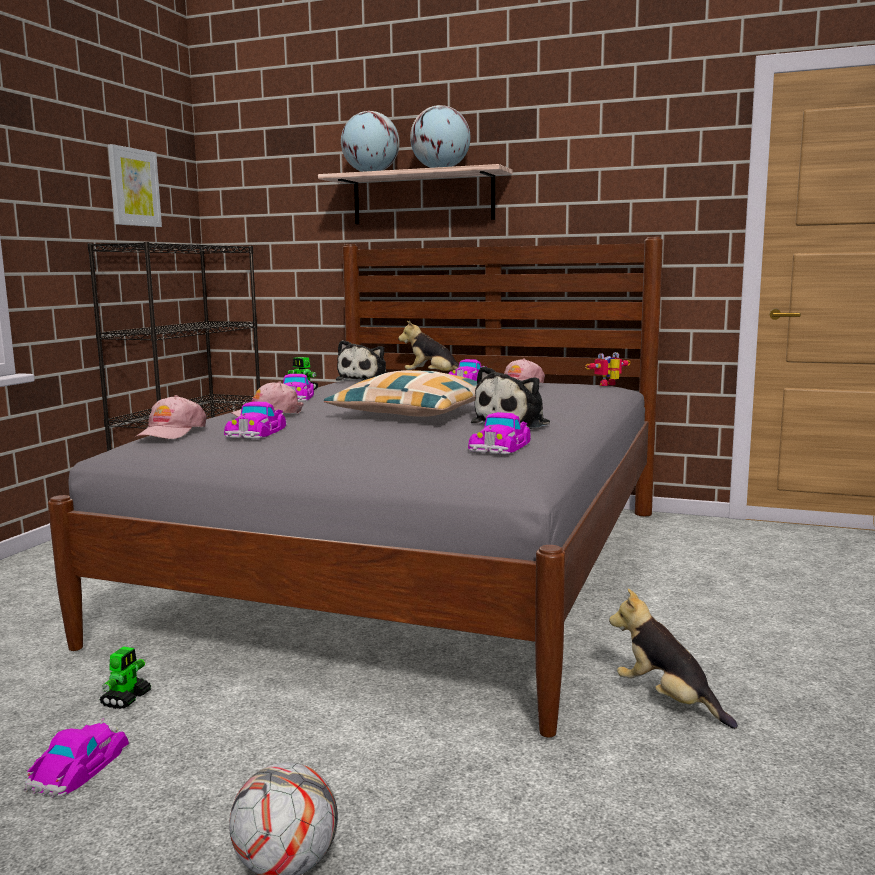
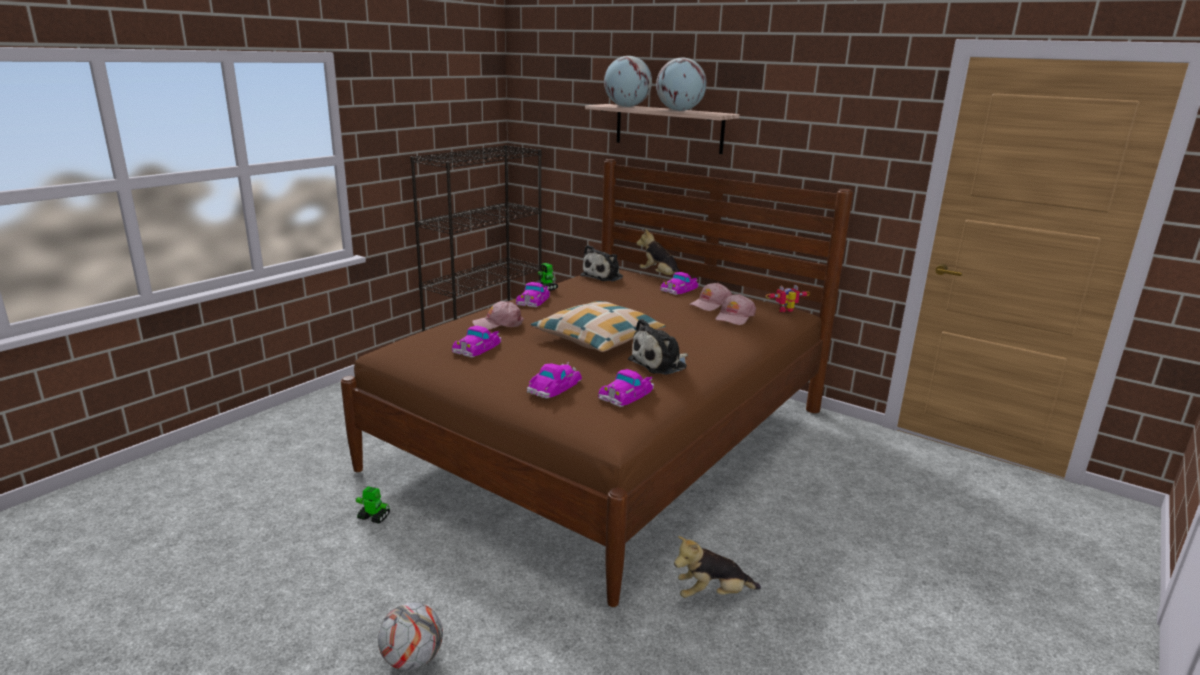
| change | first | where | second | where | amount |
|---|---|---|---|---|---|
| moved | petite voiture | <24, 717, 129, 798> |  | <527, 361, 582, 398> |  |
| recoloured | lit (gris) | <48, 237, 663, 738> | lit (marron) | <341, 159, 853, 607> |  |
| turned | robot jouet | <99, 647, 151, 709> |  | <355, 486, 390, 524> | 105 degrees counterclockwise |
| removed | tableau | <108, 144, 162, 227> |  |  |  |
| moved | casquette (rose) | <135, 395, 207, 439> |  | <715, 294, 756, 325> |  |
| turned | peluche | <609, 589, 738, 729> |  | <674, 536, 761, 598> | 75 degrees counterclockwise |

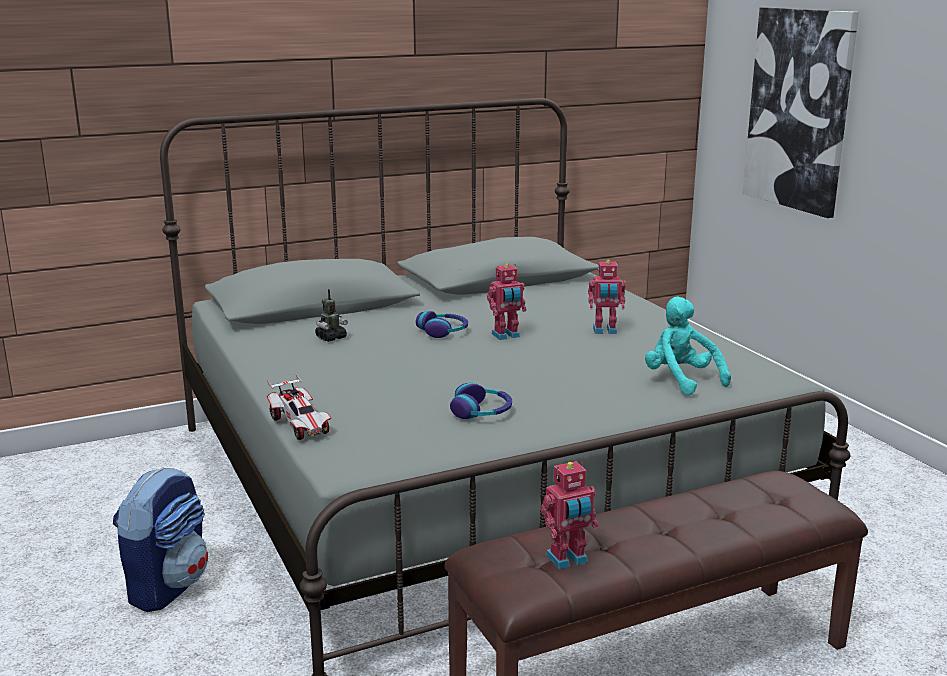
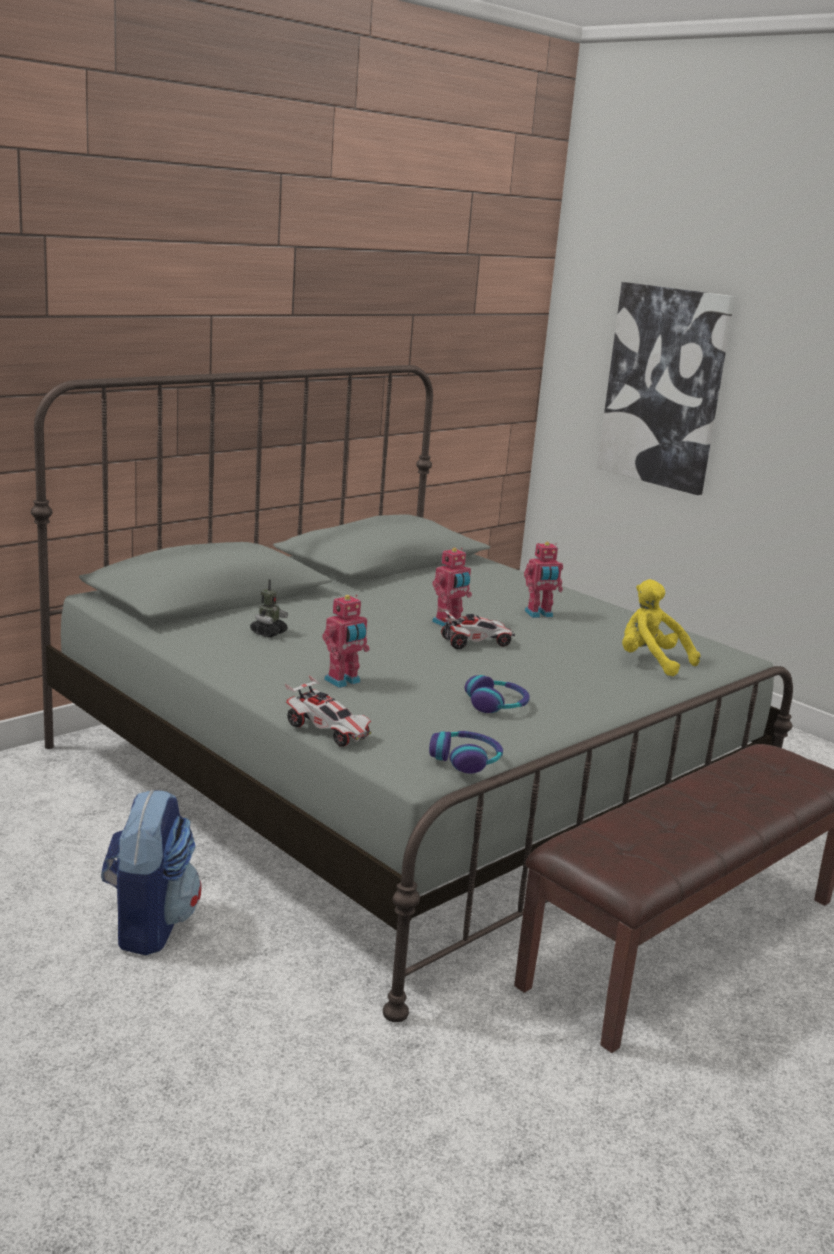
| change | first | where | second | where | amount |
|---|---|---|---|---|---|
| moved | casque audio | <416, 311, 468, 338> |  | <429, 731, 503, 774> |  |
| moved | robot jouet | <541, 461, 598, 570> |  | <322, 595, 370, 688> |  |
| recoloured | peluche (turquoise) | <645, 297, 731, 395> | peluche (jaune) | <622, 579, 700, 676> |  |
| added |  |  | petite voiture | <438, 608, 515, 649> |  |

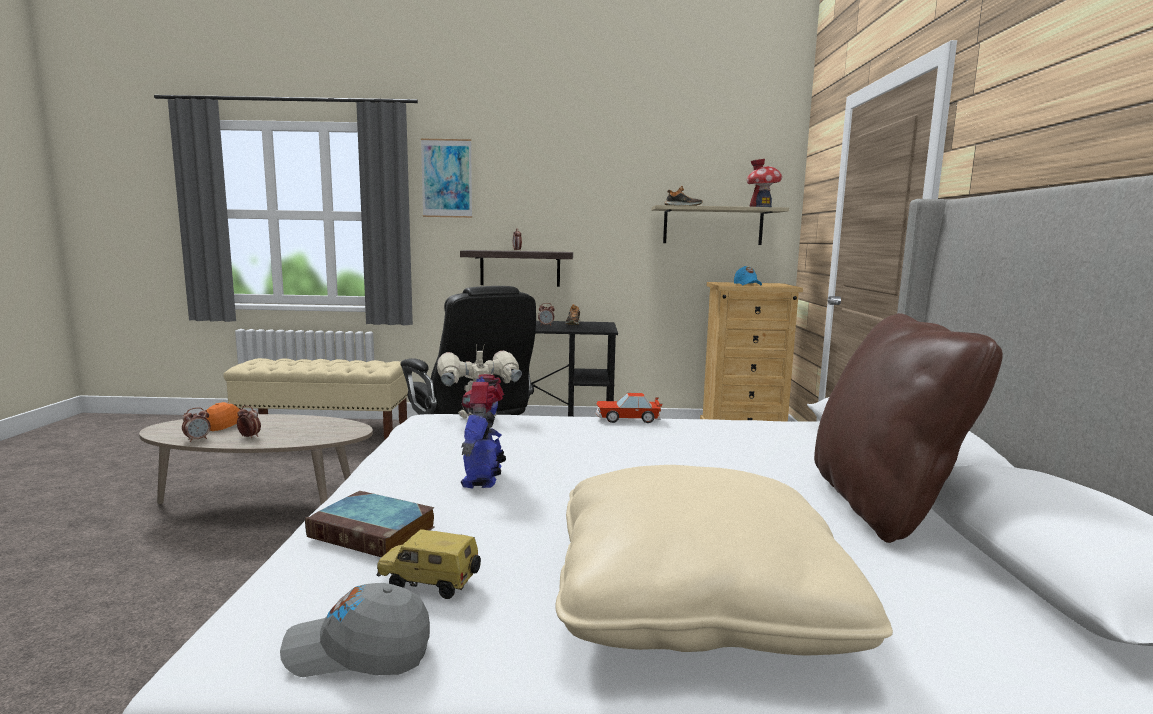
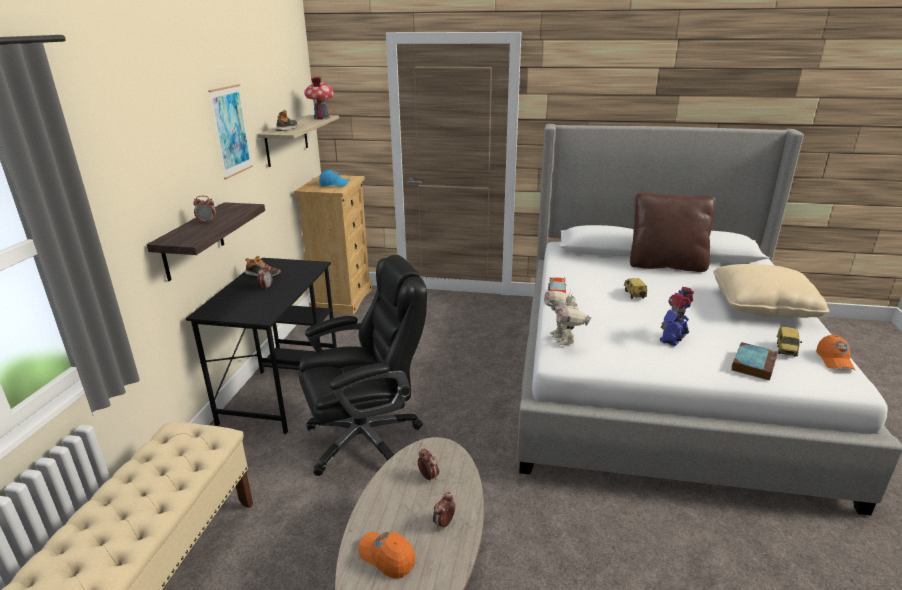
| change | first | where | second | where | amount |
|---|---|---|---|---|---|
| moved | réveil | <182, 407, 211, 442> |  | <418, 448, 439, 482> |  |
| recoloured | casquette (gris) | <280, 583, 430, 677> | casquette (orange) | <816, 335, 855, 370> |  |
| moved | tableau | <421, 139, 472, 218> |  | <208, 84, 253, 179> |  |
| turned | robot jouet | <461, 374, 506, 489> |  | <660, 287, 694, 346> | 120 degrees clockwise |
| added |  |  | petite voiture | <624, 278, 647, 299> |  |

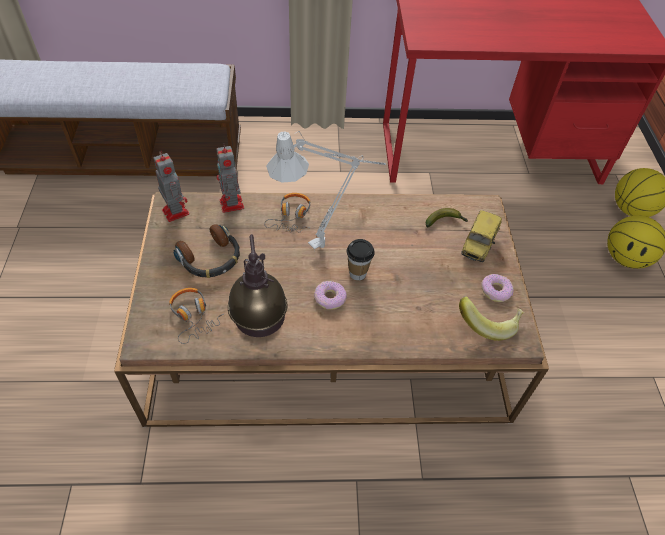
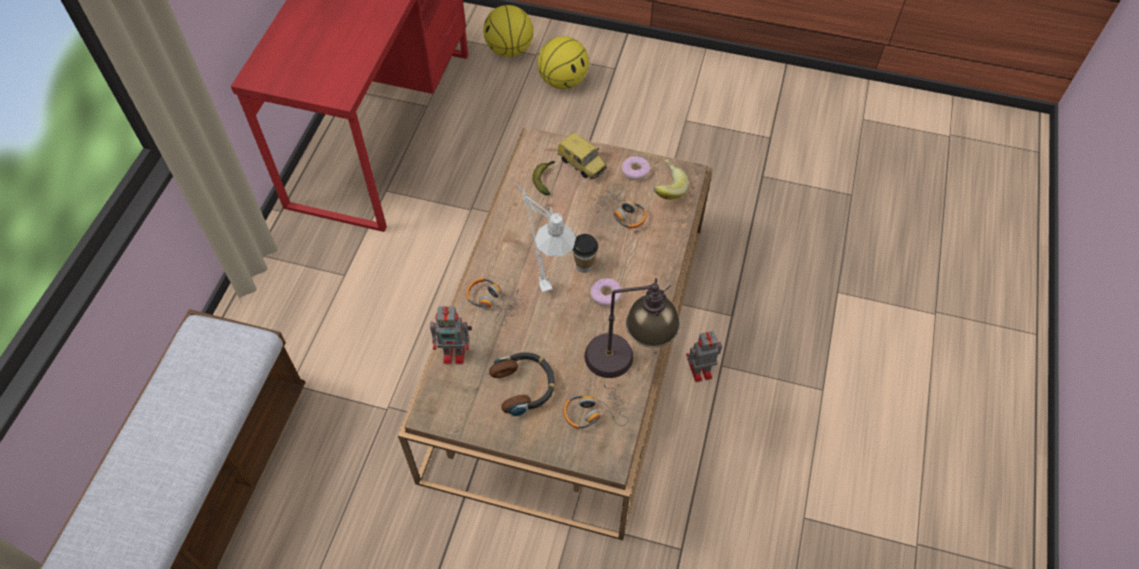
| change | first | where | second | where | amount |
|---|---|---|---|---|---|
| moved | robot jouet | <154, 151, 189, 222> |  | <686, 331, 722, 382> |  |
| added |  |  | casque audio | <595, 184, 647, 229> |  |

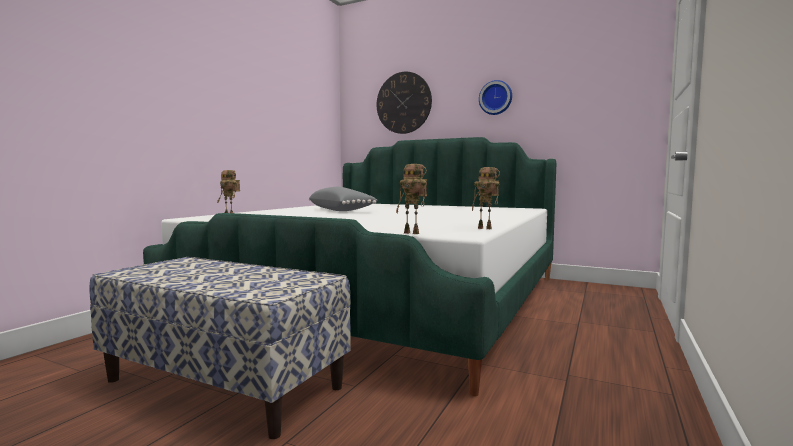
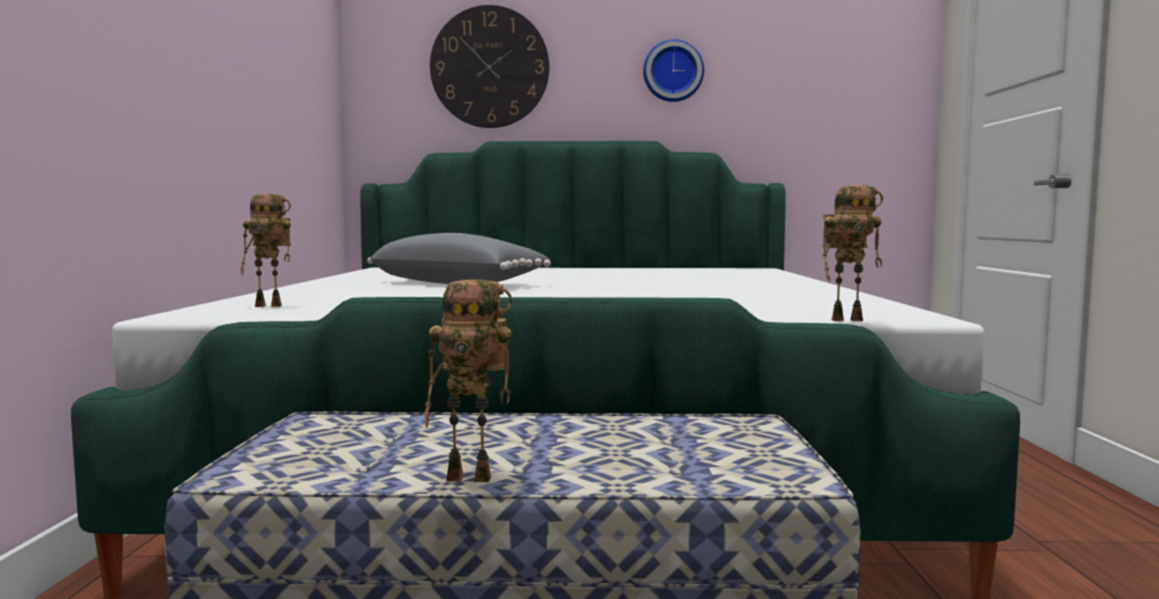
| change | first | where | second | where | amount |
|---|---|---|---|---|---|
| moved | robot jouet | <472, 167, 500, 229> |  | <424, 279, 513, 482> |  |

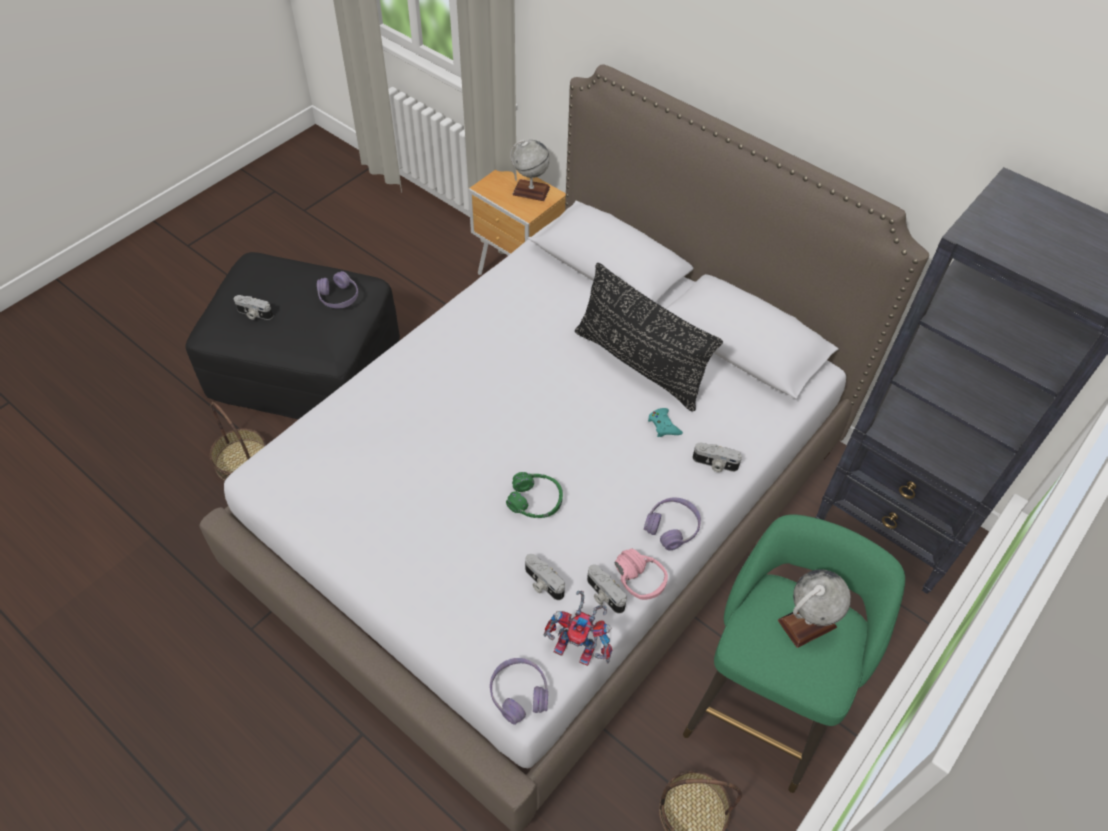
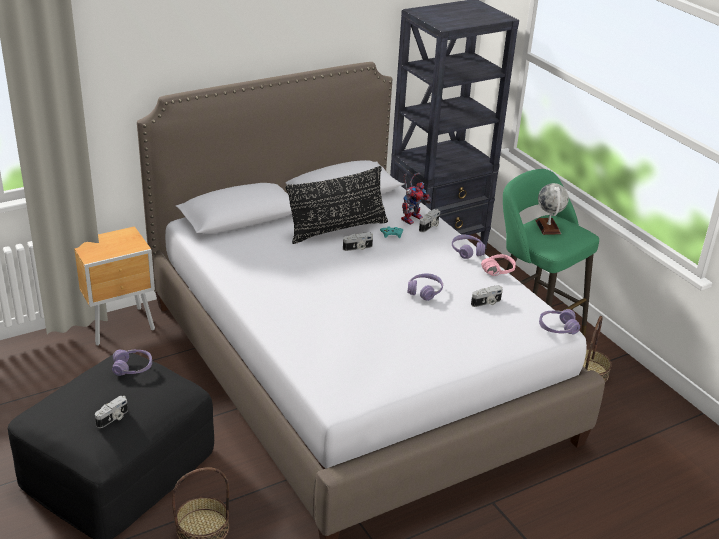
| change | first | where | second | where | amount |
|---|---|---|---|---|---|
| recoloured | casque audio (vert) | <506, 472, 563, 518> | casque audio (violet) | <407, 274, 443, 301> |  |
| removed | globe | <510, 140, 550, 201> |  |  |  |
| moved | robot jouet | <544, 591, 612, 666> |  | <401, 173, 431, 225> |  |
| moved | appareil photo | <587, 565, 627, 614> |  | <343, 232, 373, 251> |  |

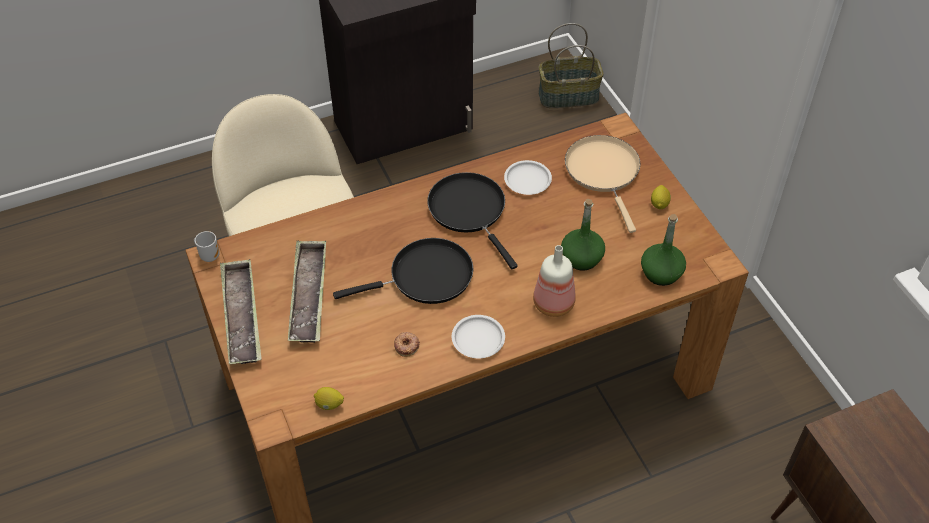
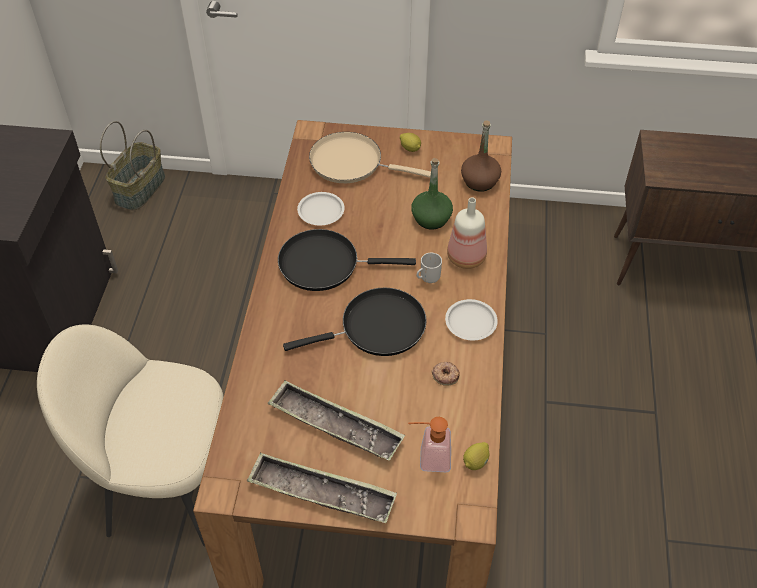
| change | first | where | second | where | amount |
|---|---|---|---|---|---|
| moved | mug | <194, 231, 220, 262> |  | <417, 253, 442, 283> |  |
| turned | poêle (noir) | <333, 238, 474, 304> |  | <283, 288, 427, 356> | 60 degrees clockwise |
| recoloured | bouteille (vert) | <641, 214, 686, 286> | bouteille (marron) | <461, 120, 501, 192> |  |
| added |  |  | distributeur de savon | <408, 417, 451, 472> |  |

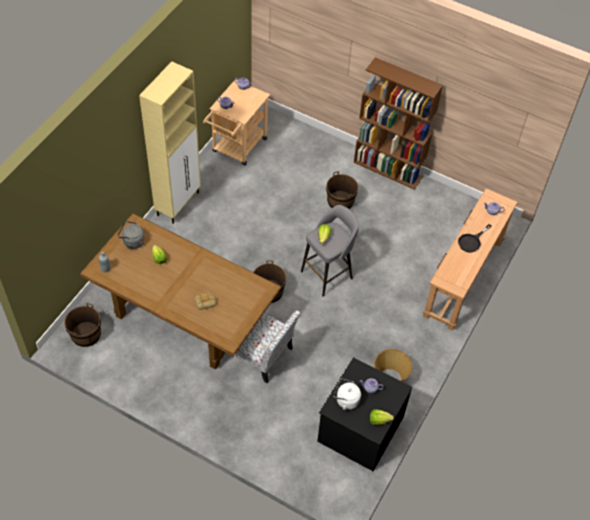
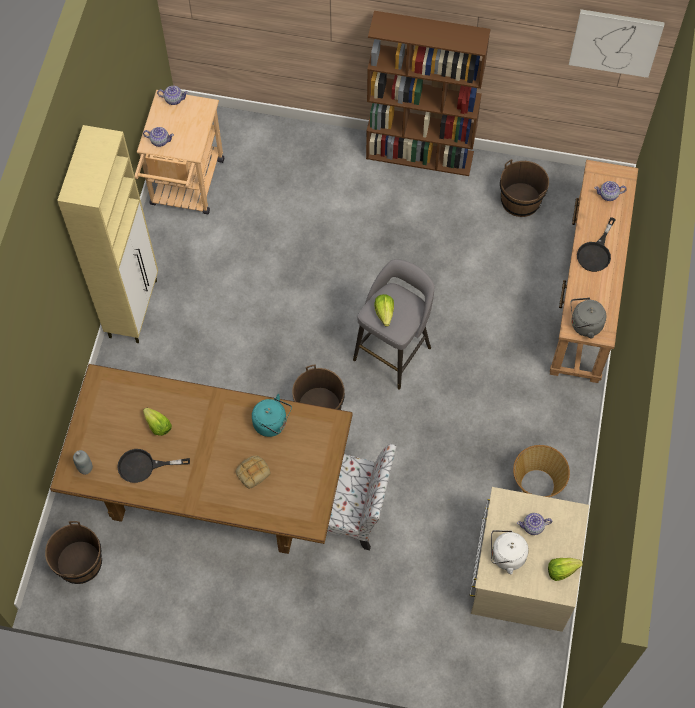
| change | first | where | second | where | amount |
|---|---|---|---|---|---|
| moved | bouilloire (gris) | <118, 221, 145, 249> |  | <571, 297, 606, 338> |  |
| recoloured | commode (noir) | <317, 357, 412, 471> | commode (beige) | <469, 487, 589, 632> |  |
| moved | seau (marron) | <326, 171, 358, 209> |  | <500, 159, 549, 217> |  |
| added |  |  | poêle (noir) | <117, 449, 190, 483> |  |
| added |  |  | bouilloire (turquoise) | <252, 394, 292, 437> |  |
| added |  |  | tableau | <569, 9, 665, 78> |  |

